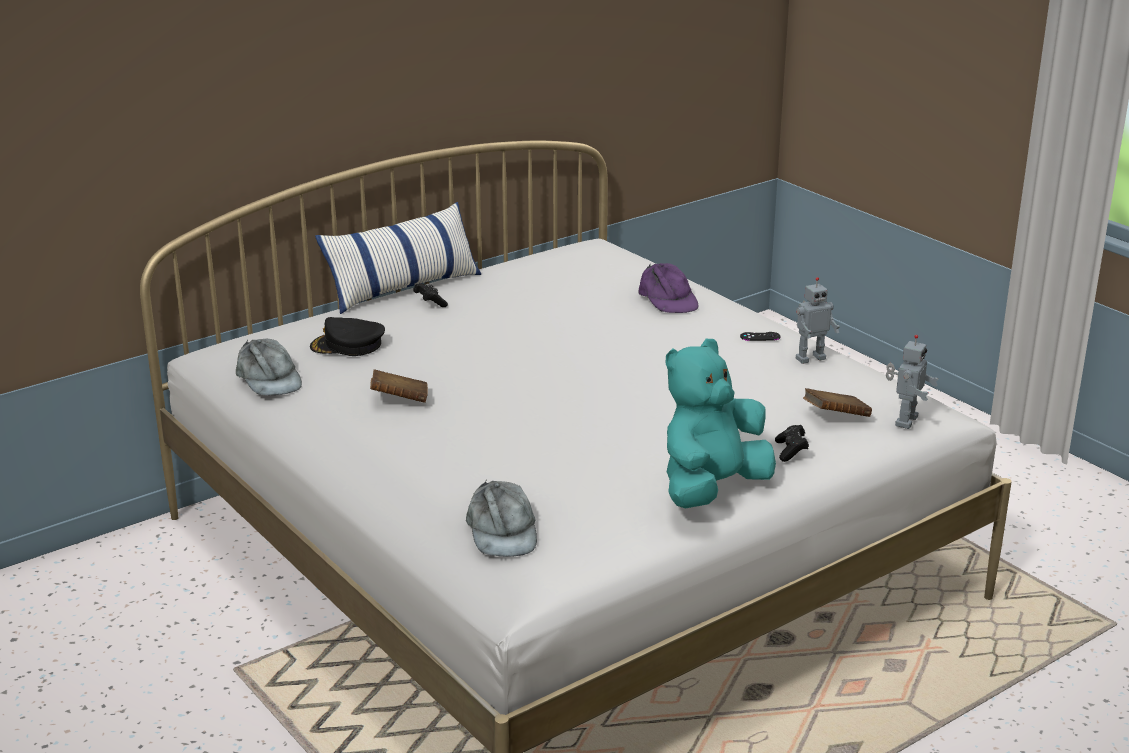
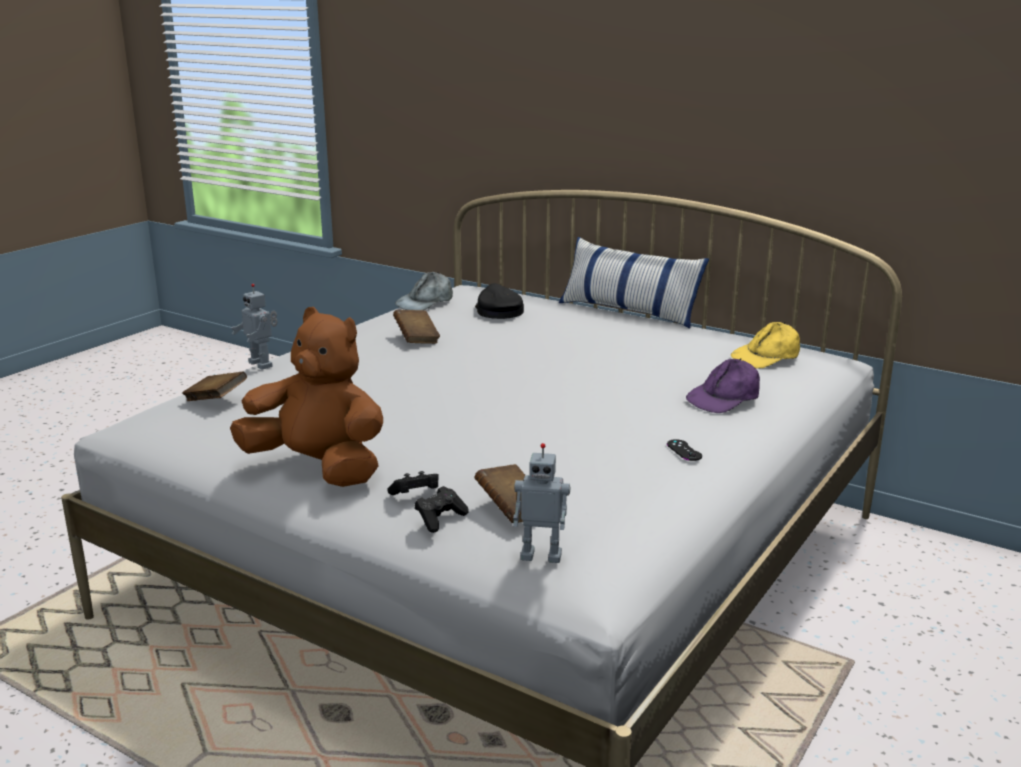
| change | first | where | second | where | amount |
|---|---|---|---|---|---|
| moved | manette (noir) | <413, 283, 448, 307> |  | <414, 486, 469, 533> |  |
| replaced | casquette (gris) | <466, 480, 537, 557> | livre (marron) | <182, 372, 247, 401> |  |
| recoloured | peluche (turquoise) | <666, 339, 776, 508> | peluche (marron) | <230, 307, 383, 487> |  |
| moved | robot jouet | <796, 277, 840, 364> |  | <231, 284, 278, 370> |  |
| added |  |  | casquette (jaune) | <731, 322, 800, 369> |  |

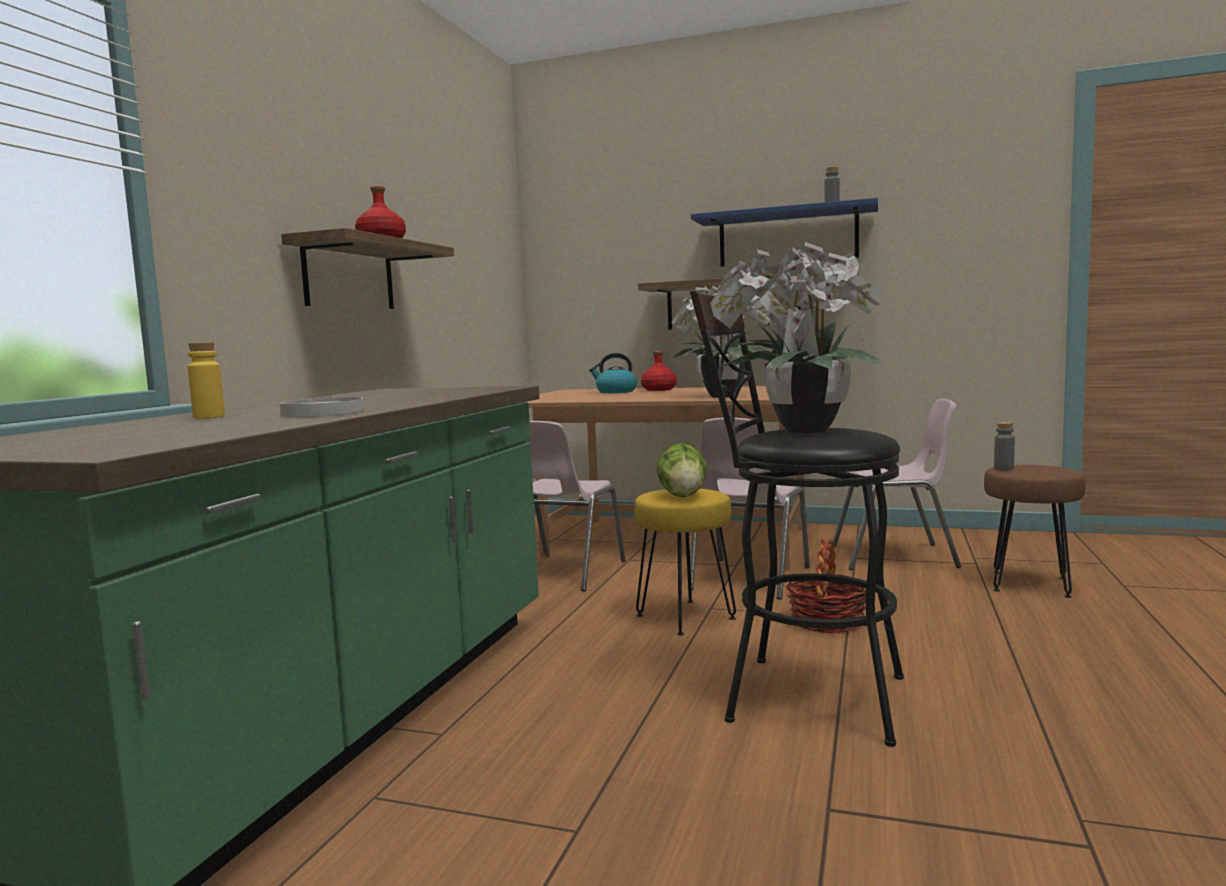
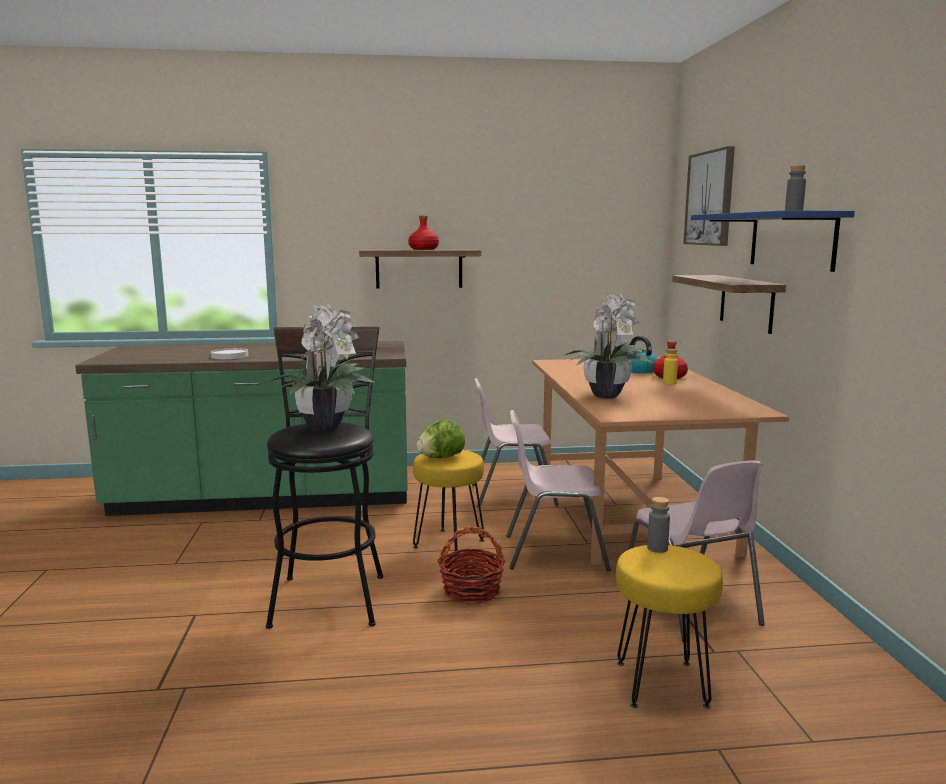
| change | first | where | second | where | amount |
|---|---|---|---|---|---|
| moved | bouteille (jaune) | <188, 342, 225, 419> |  | <663, 349, 678, 384> |  |
| recoloured | tabouret (marron) | <984, 465, 1086, 598> | tabouret (jaune) | <616, 545, 723, 709> |  |
| added |  |  | tableau | <683, 146, 735, 246> |  |

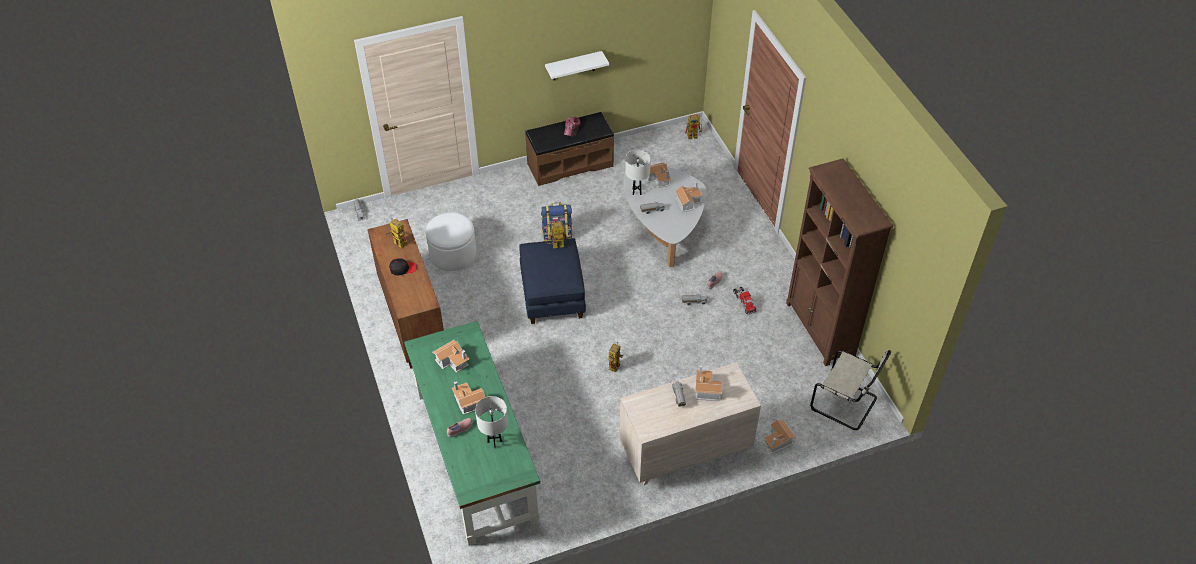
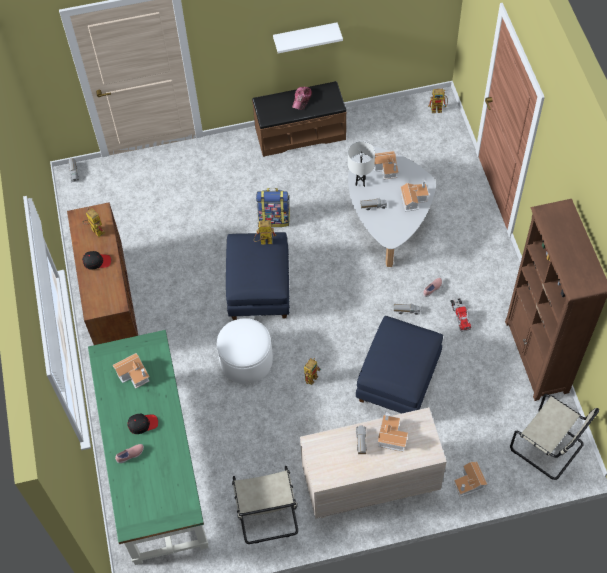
| change | first | where | second | where | amount |
|---|---|---|---|---|---|
| moved | pouf (blanc) | <426, 212, 476, 271> |  | <217, 318, 273, 384> |  |
| replaced | maison miniature | <452, 381, 485, 415> | casquette (noir) | <128, 414, 158, 434> |  |
| removed | lampe de table (blanc) | <475, 396, 508, 448> |  |  |  |
| added |  |  | chaise (beige) | <232, 466, 298, 544> |  |
| added |  |  | pouf (bleu) | <356, 316, 443, 413> |  |

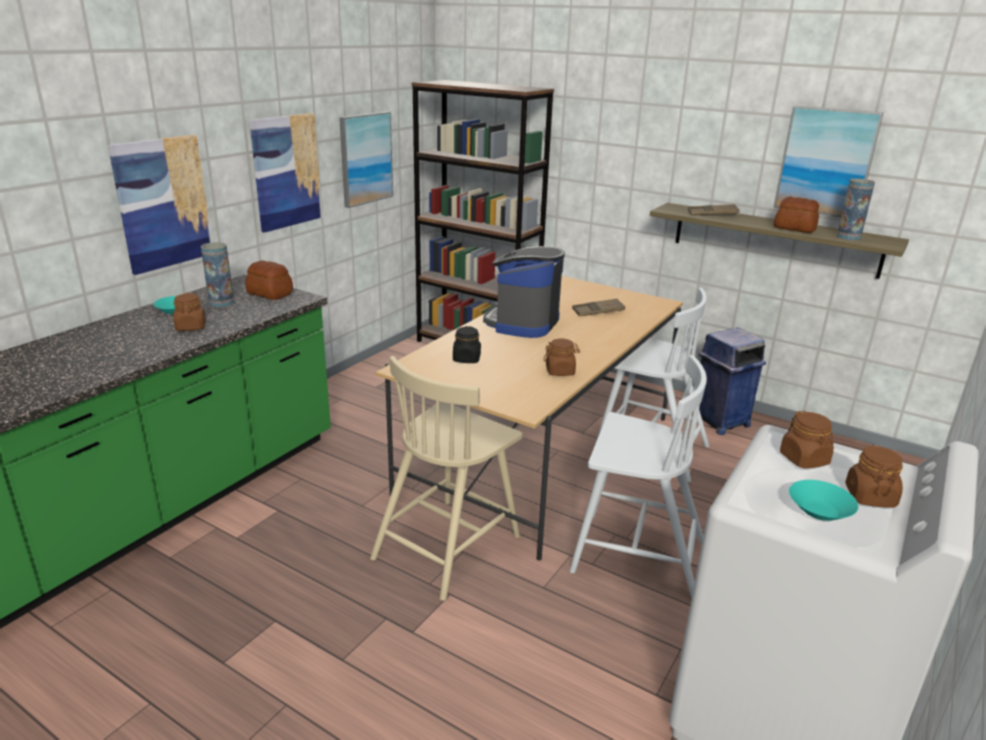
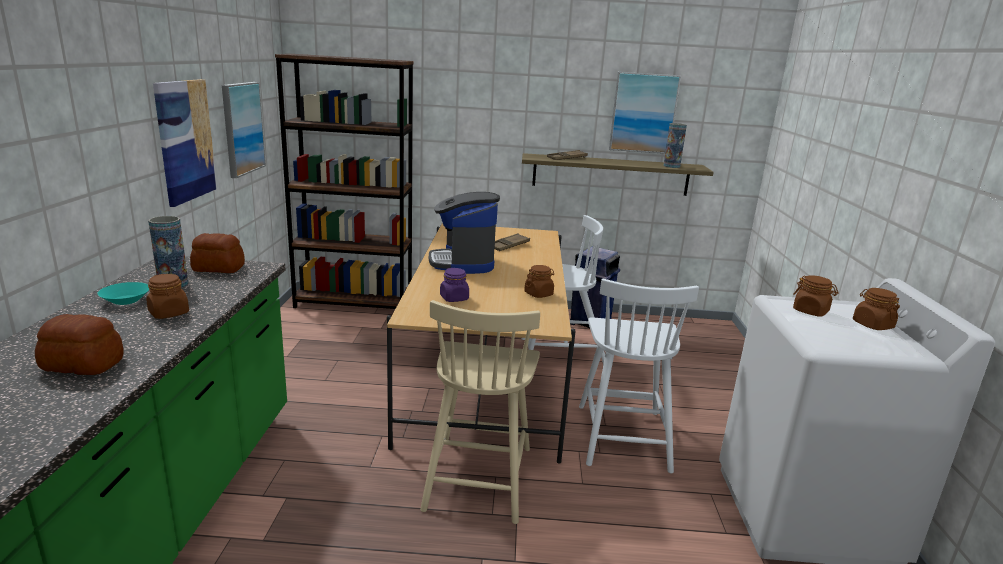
| change | first | where | second | where | amount |
|---|---|---|---|---|---|
| removed | tableau | <108, 135, 212, 275> |  |  |  |
| recoloured | bocal (noir) | <453, 326, 481, 363> | bocal (violet) | <440, 268, 469, 302> |  |
| turned | chaise (blanc) | <569, 355, 707, 599> |  | <579, 279, 699, 473> | 105 degrees clockwise |
| moved | pain | <774, 197, 819, 233> |  | <35, 314, 124, 375> |  |
| removed | bol (turquoise) | <789, 480, 859, 521> |  |  |  |

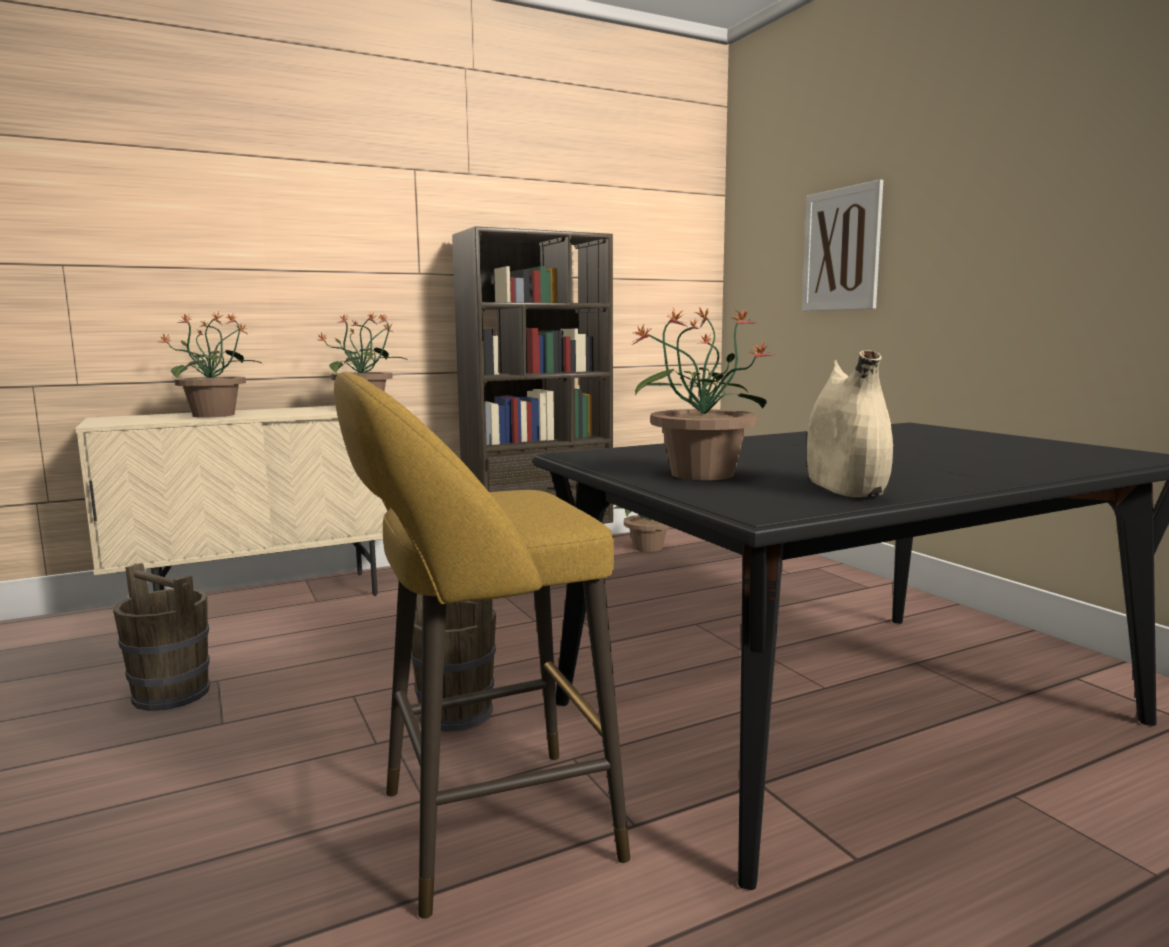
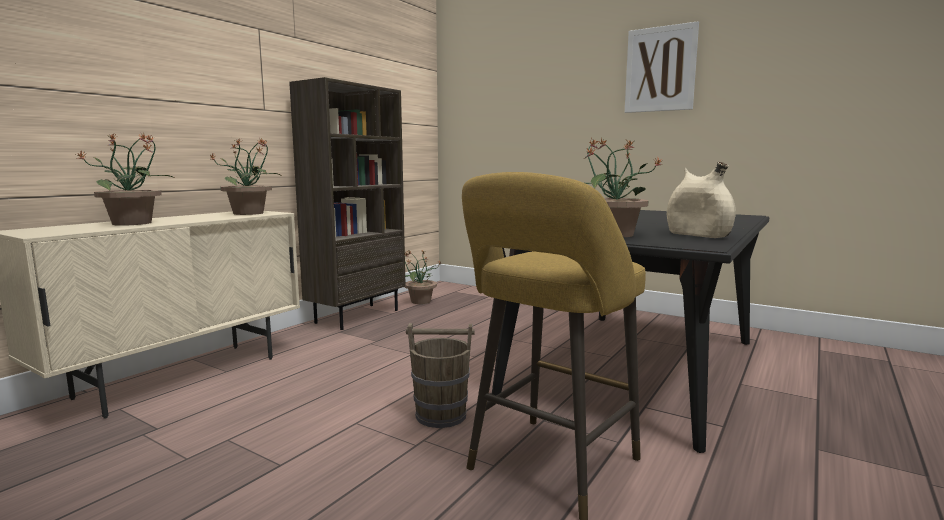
| change | first | where | second | where | amount |
|---|---|---|---|---|---|
| removed | seau (marron) | <113, 563, 210, 711> |  |  |  |
| moved | tableau | <802, 179, 883, 311> |  | <625, 21, 699, 113> |  |

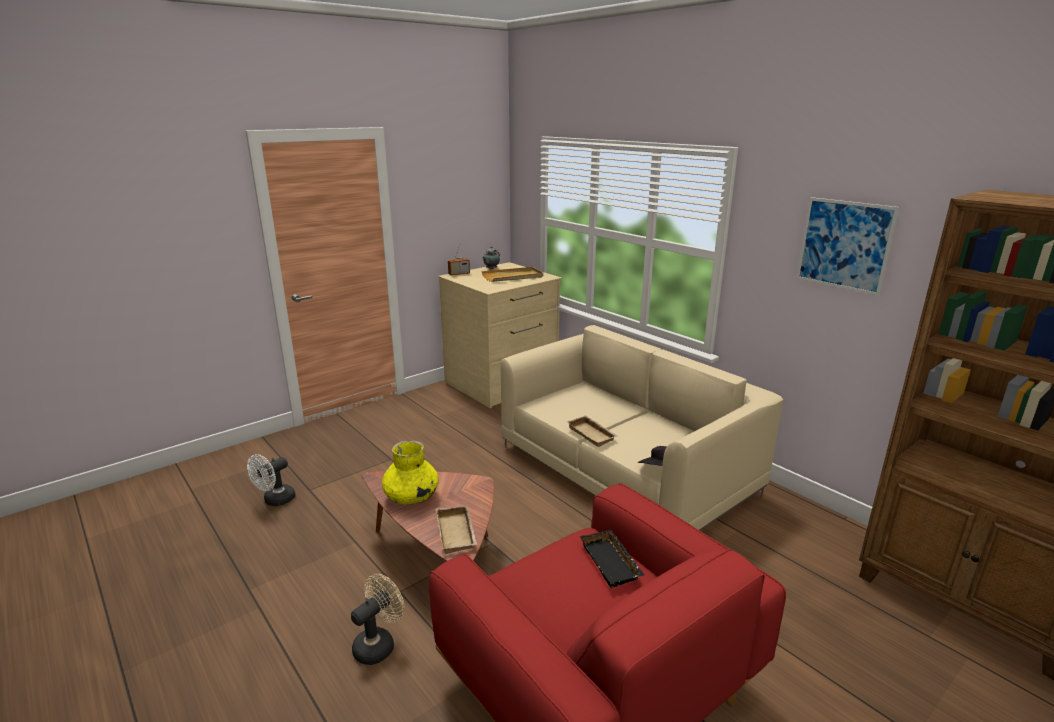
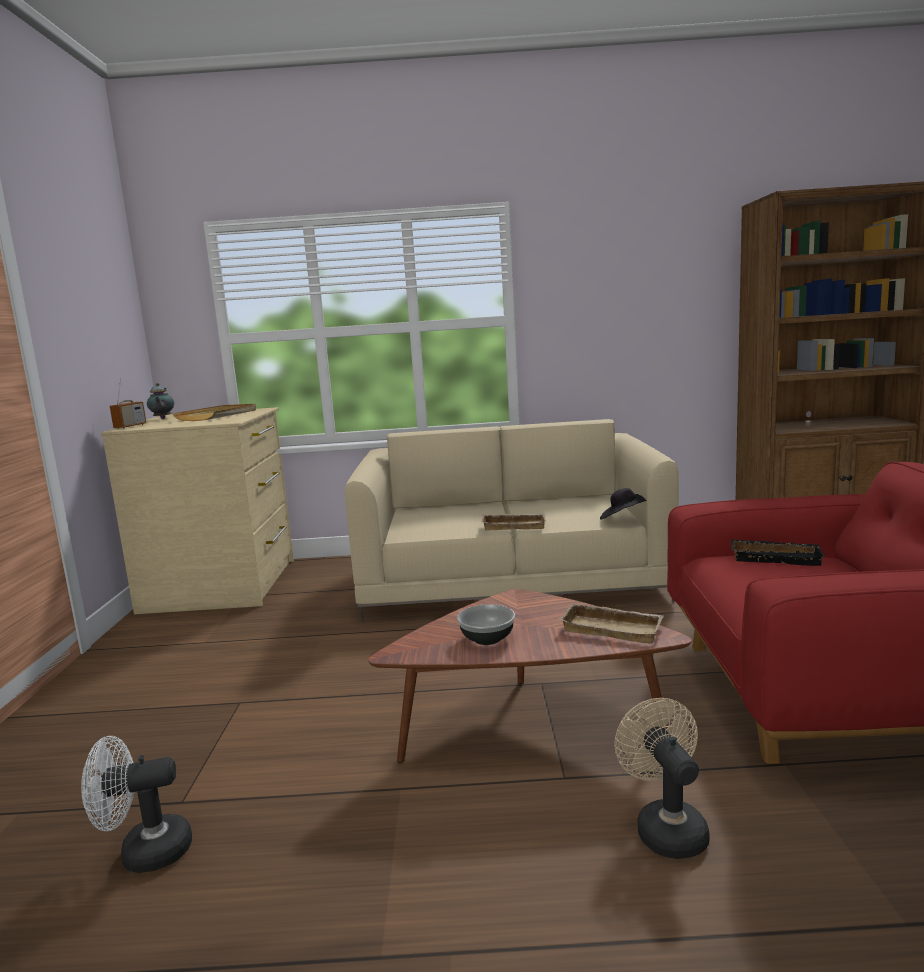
| change | first | where | second | where | amount |
|---|---|---|---|---|---|
| turned | ventilateur (blanc) | <247, 454, 296, 506> |  | <81, 736, 192, 873> | 90 degrees clockwise |
| replaced | vase (jaune) | <382, 441, 439, 505> | bol | <457, 604, 515, 645> |  |
| removed | tableau | <796, 197, 899, 296> |  |  |  |

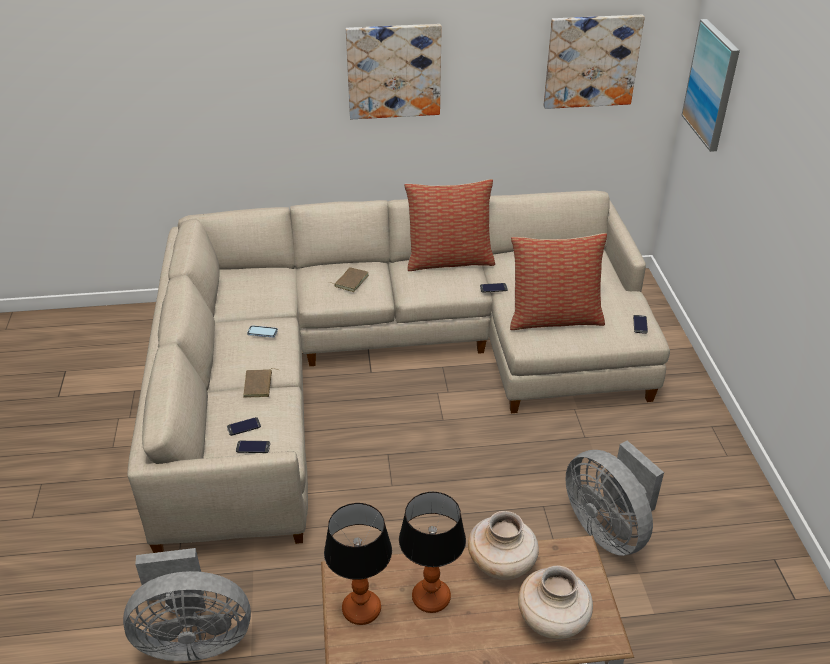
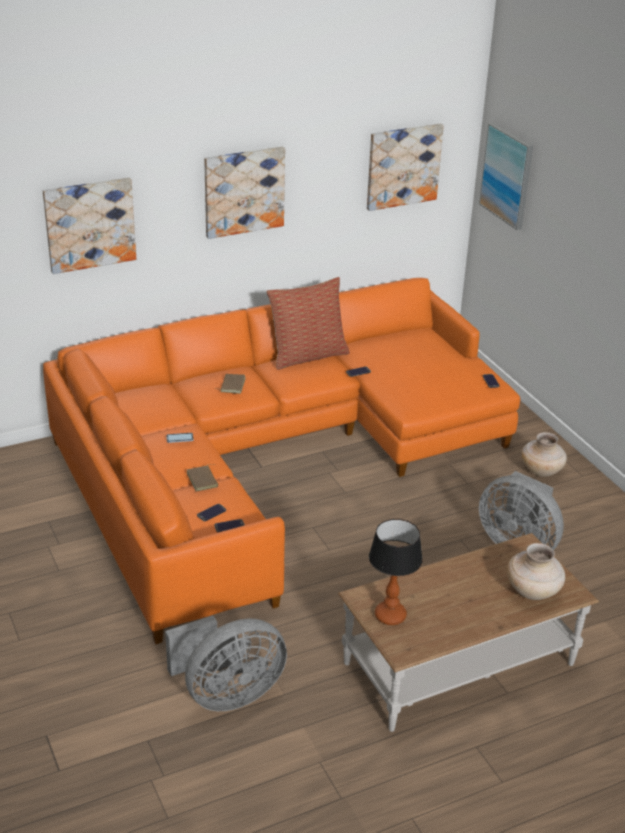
| change | first | where | second | where | amount |
|---|---|---|---|---|---|
| recoloured | canapé (beige) | <128, 190, 670, 553> | canapé (orange) | <43, 278, 520, 644> |  |
| removed | lampe de table | <399, 492, 466, 613> |  |  |  |
| moved | vase (beige) | <468, 511, 539, 580> |  | <522, 432, 567, 477> |  |
| removed | coussin | <510, 233, 607, 330> |  |  |  |
| added |  |  | tableau | <43, 178, 136, 274> |  |

